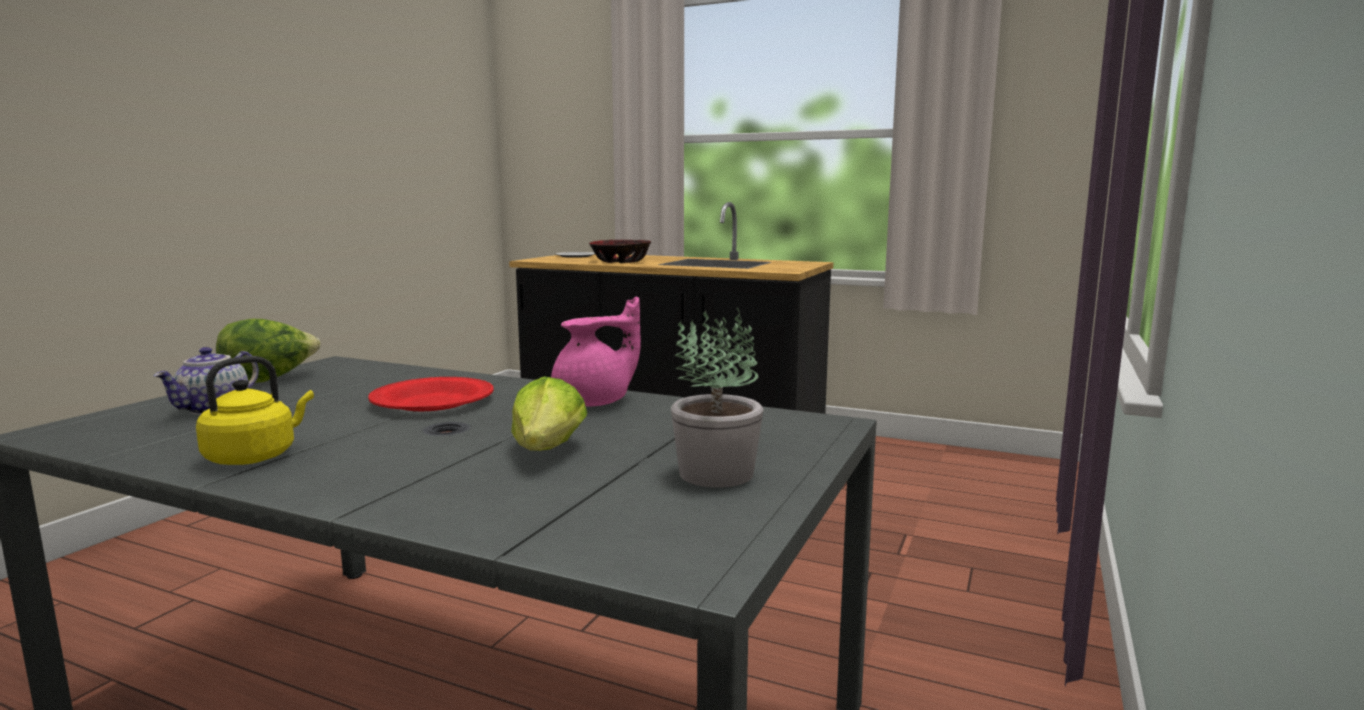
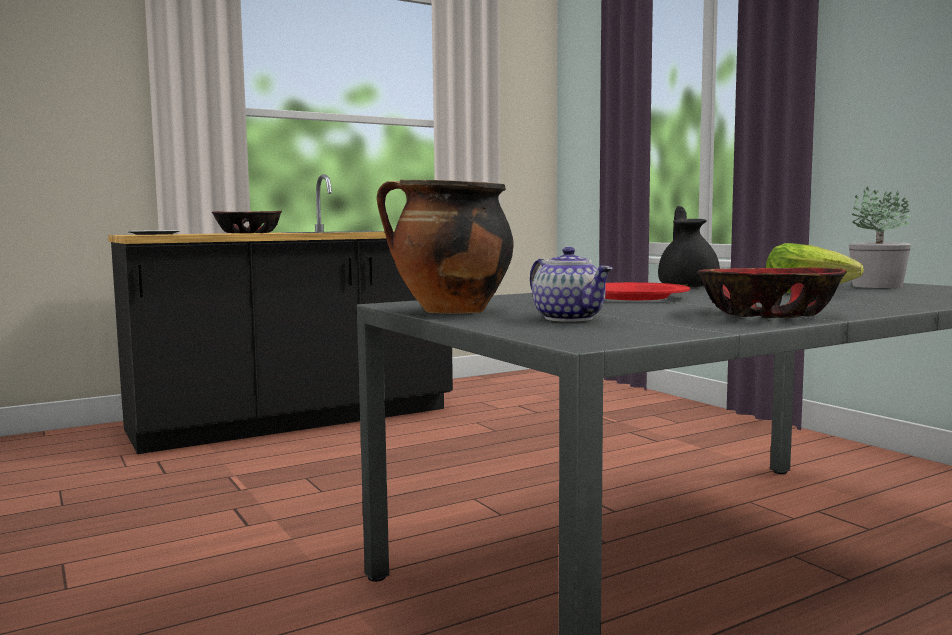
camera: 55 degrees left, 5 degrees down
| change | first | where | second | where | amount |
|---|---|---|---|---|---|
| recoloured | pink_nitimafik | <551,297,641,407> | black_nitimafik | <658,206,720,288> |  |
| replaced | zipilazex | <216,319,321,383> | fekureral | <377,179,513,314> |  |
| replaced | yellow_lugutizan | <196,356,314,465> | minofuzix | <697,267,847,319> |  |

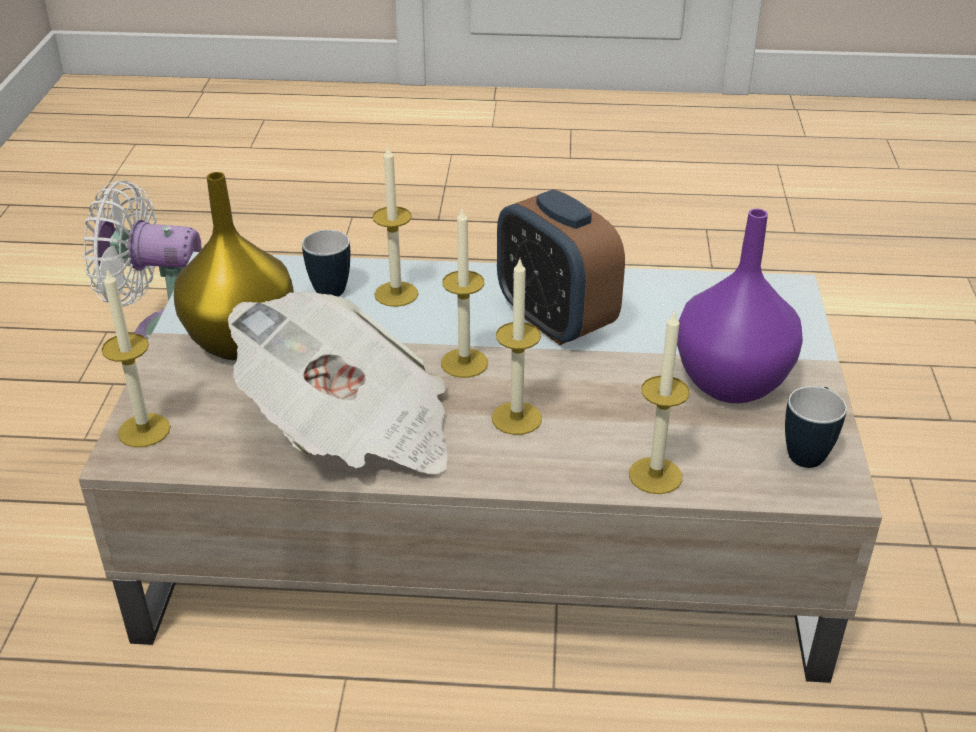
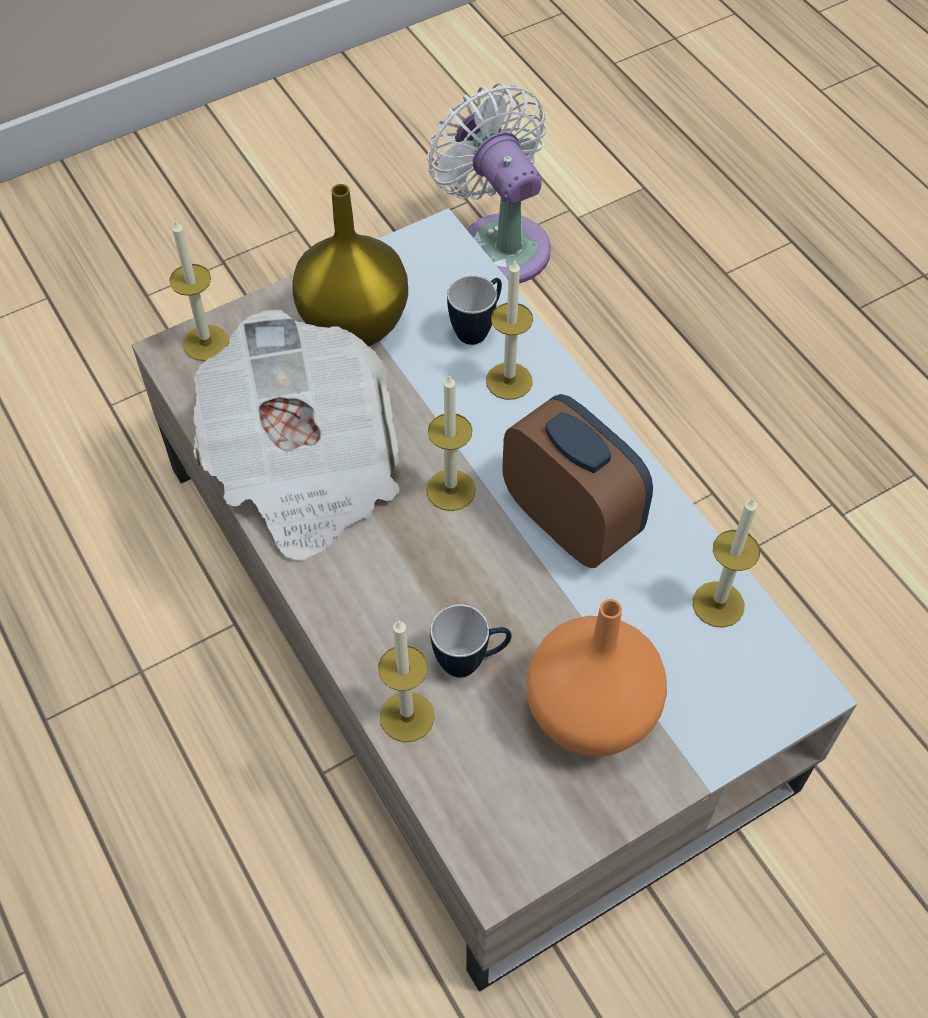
camera: 55 degrees right, 20 degrees up
| change | first | where | second | where | amount |
|---|---|---|---|---|---|
| turned | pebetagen | <497,189,625,345> |  | <502,394,653,568> | 120 degrees clockwise |
| recoloured | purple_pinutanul | <677,209,803,403> | orange_pinutanul | <527,599,667,757> |  |
| moved | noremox | <492,259,542,435> |  | <693,498,760,628> |  |
| moved | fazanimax | <785,386,847,468> |  | <430,604,512,678> |  |

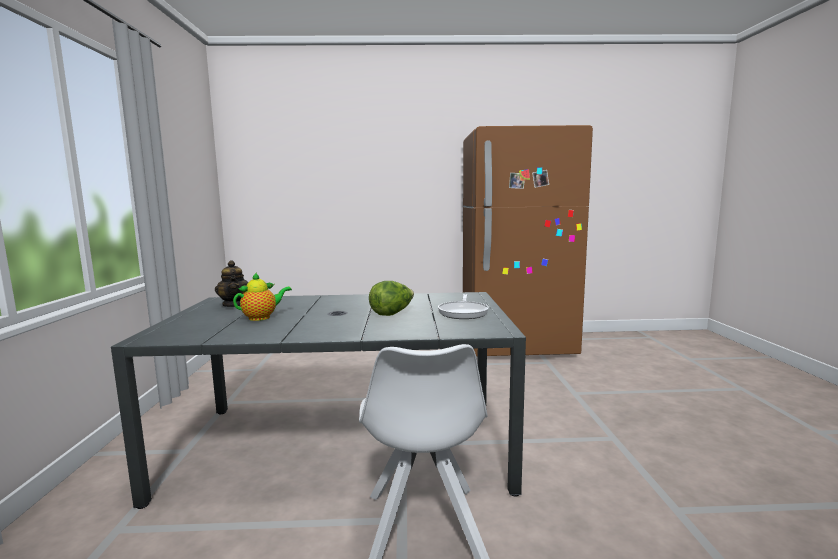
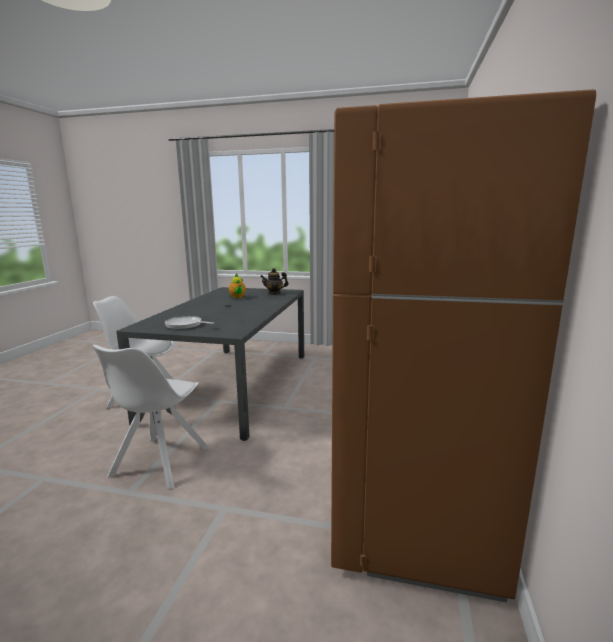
camera: 105 degrees right, 5 degrees up
| change | first | where | second | where | amount |
|---|---|---|---|---|---|
| removed | zipilazex | <369,281,414,316> |  |  |  |
| added |  |  | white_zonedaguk | <93,345,209,489> |  |

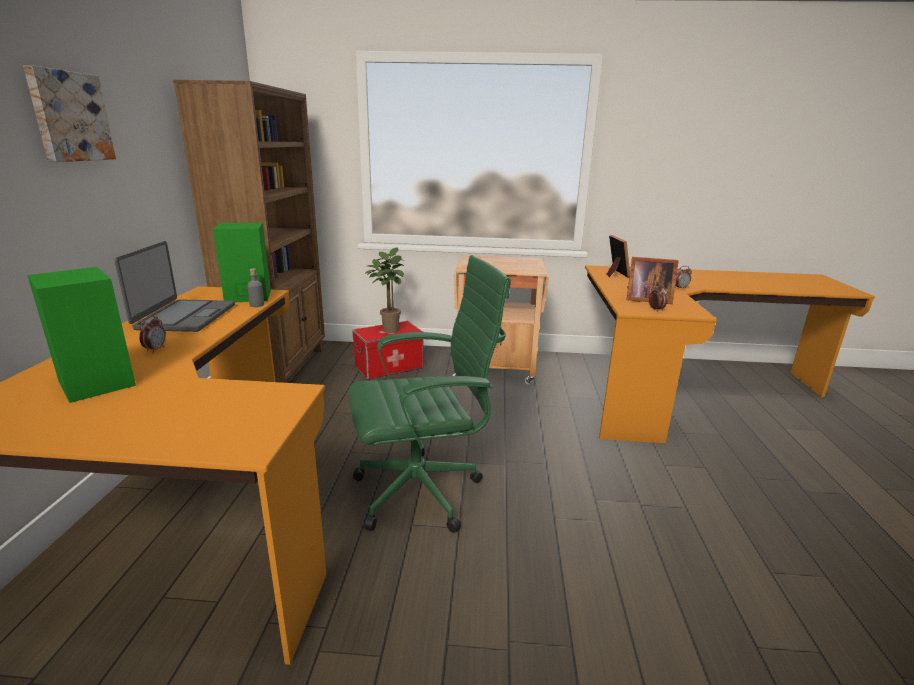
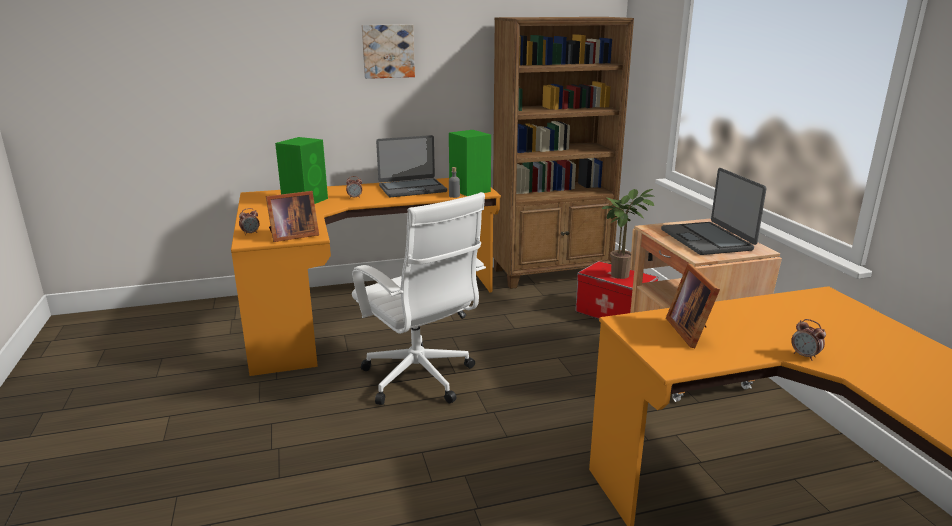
camera: 70 degrees right, 0 degrees up
| change | first | where | second | where | amount |
|---|---|---|---|---|---|
| moved | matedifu | <607,235,630,278> |  | <266,191,319,242> |  |
| recoloured | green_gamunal | <349,255,511,533> | white_gamunal | <352,192,486,405> |  |
| moved | pebetagen | <649,283,668,311> |  | <239,208,260,235> |  |
| added |  |  | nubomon | <661,168,767,255> |  |

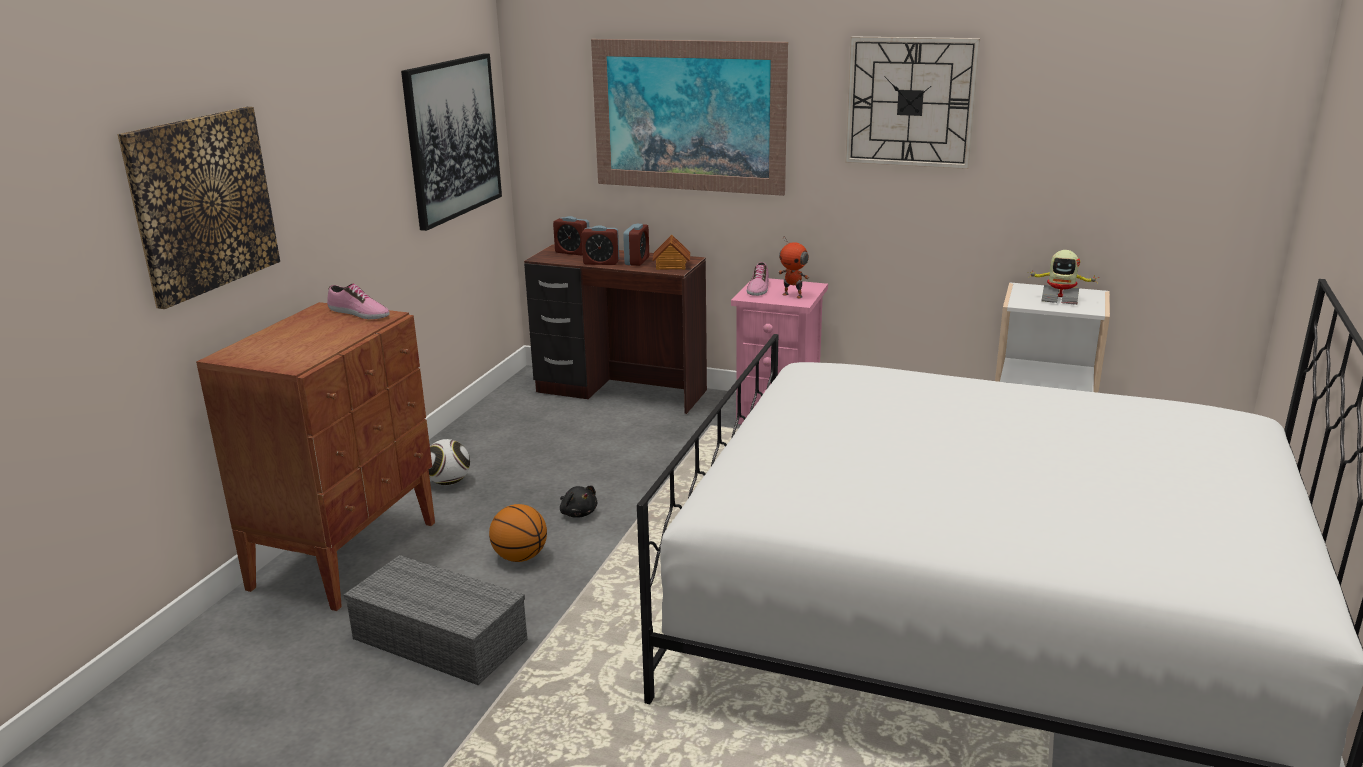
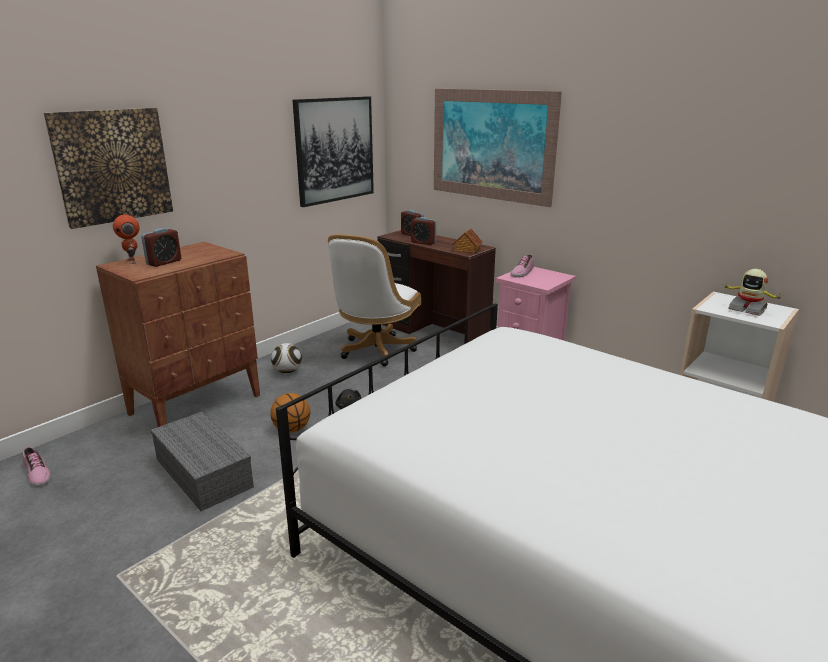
camera: 20 degrees right, 0 degrees up
| change | first | where | second | where | amount |
|---|---|---|---|---|---|
| removed | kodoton | <845,36,980,169> |  |  |  |
| moved | pebetagen | <623,224,649,266> |  | <141,228,181,267> |  |
| moved | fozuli | <778,237,809,298> |  | <113,209,139,264> |  |
| moved | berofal | <327,284,390,319> |  | <23,447,51,486> |  |
| added |  |  | white_gamunal | <328,234,421,367> |  |

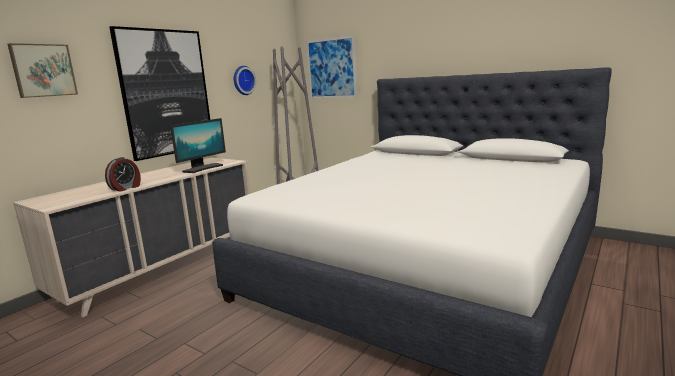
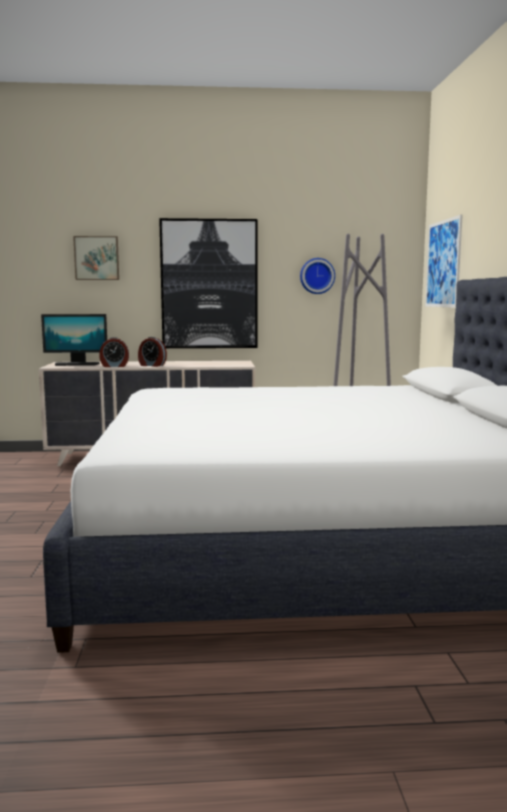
camera: 50 degrees right, 5 degrees down
| change | first | where | second | where | amount |
|---|---|---|---|---|---|
| moved | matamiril | <170,118,226,173> |  | <41,314,107,366> |  |
| added |  |  | pebetagen | <138,337,167,367> |  |

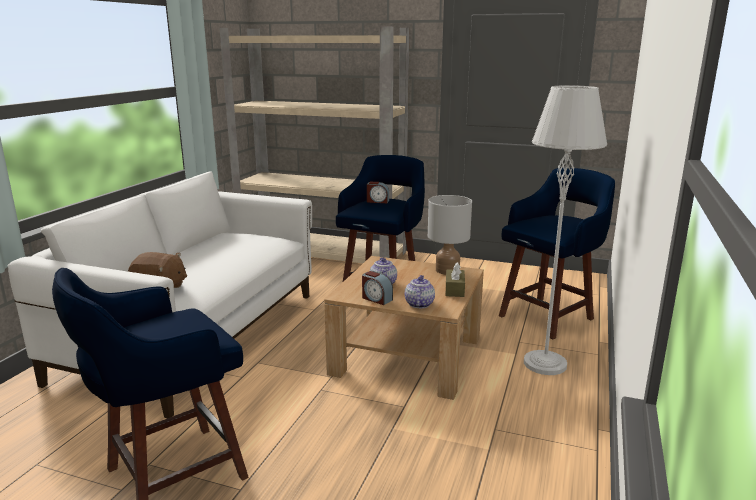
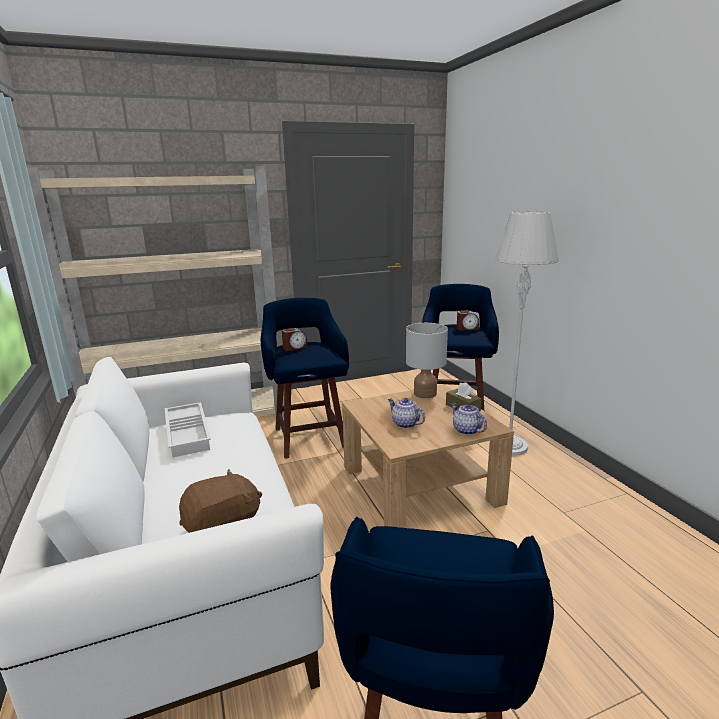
camera: 40 degrees left, 0 degrees up
| change | first | where | second | where | amount |
|---|---|---|---|---|---|
| moved | pebetagen | <362,271,393,305> |  | <457,310,479,330> |  |
| added |  |  | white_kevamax | <165,402,211,457> |  |

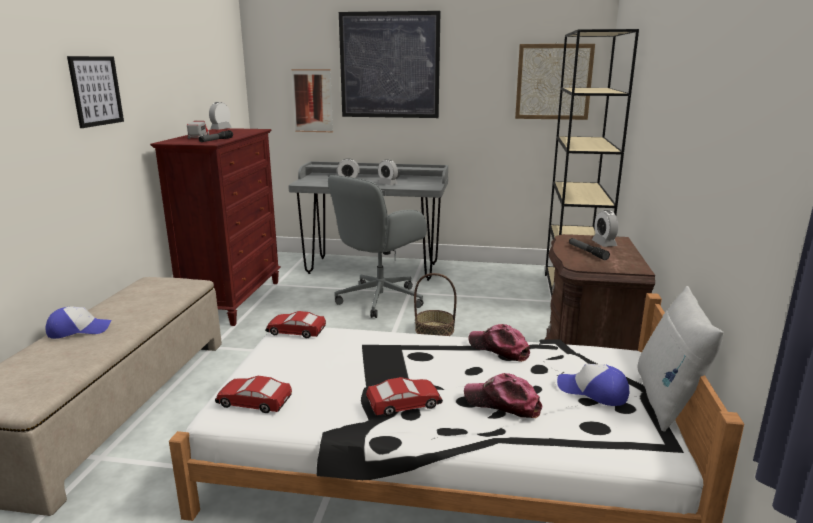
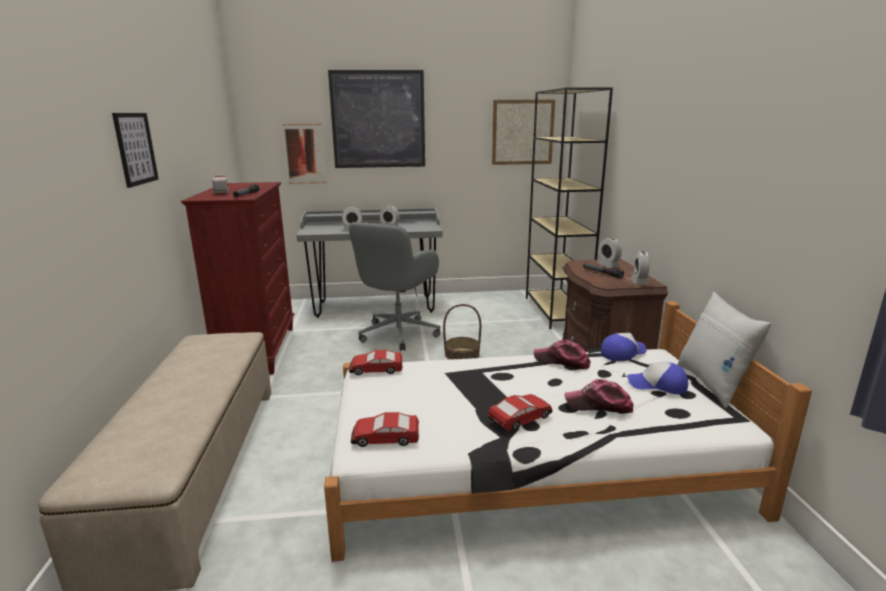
camera: 15 degrees left, 0 degrees up
| change | first | where | second | where | amount |
|---|---|---|---|---|---|
| moved | pebetagen | <209,102,232,129> |  | <631,251,650,285> |  |
| moved | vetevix | <46,306,111,339> |  | <601,333,647,361> |  |

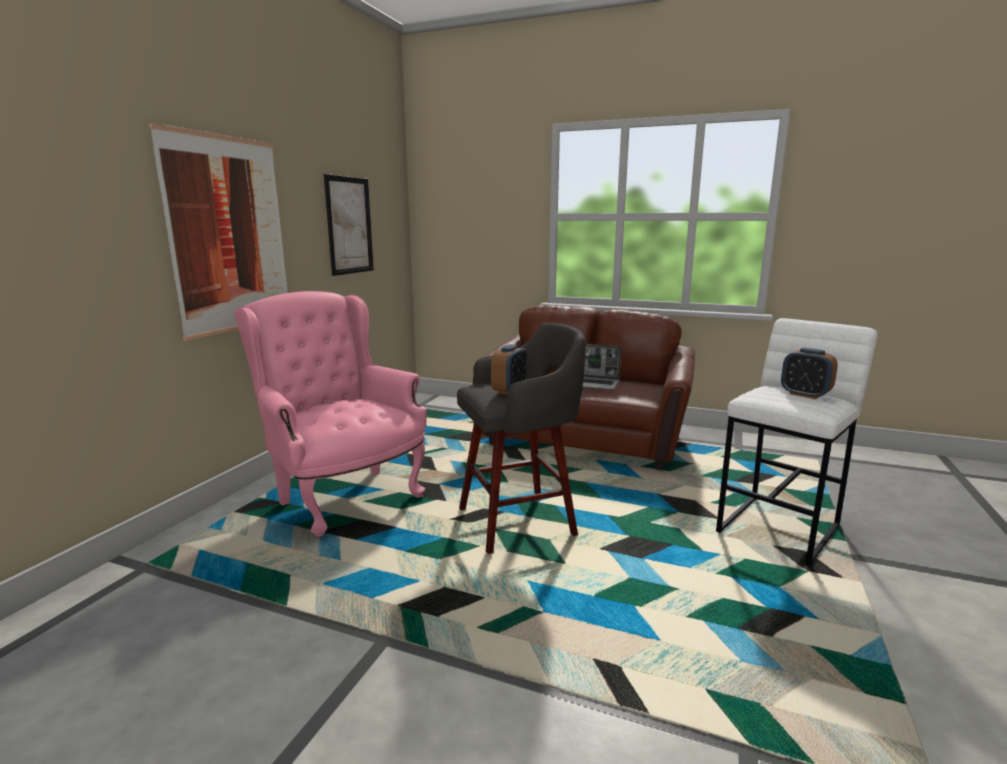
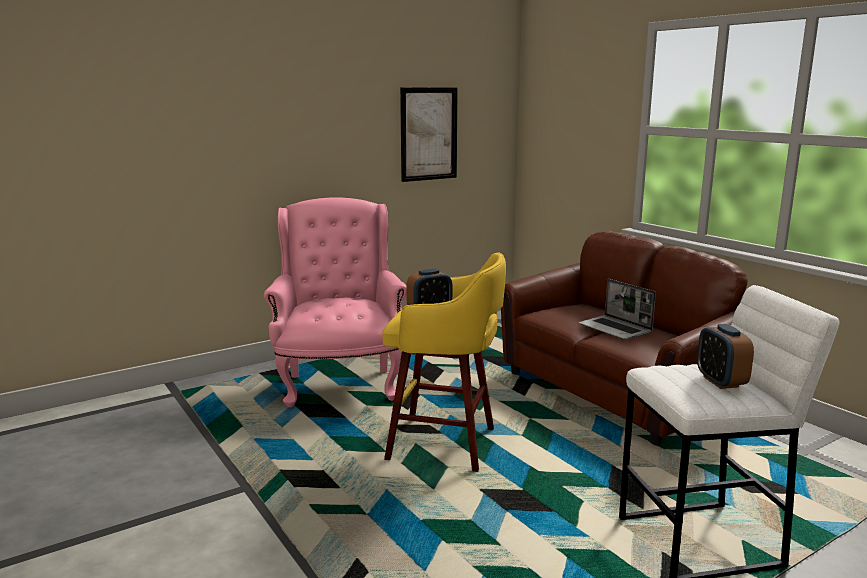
camera: 35 degrees right, 0 degrees up
| change | first | where | second | where | amount |
|---|---|---|---|---|---|
| removed | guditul | <149,123,288,341> |  |  |  |
| recoloured | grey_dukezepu | <457,323,586,554> | yellow_dukezepu | <382,253,506,472> |  |

